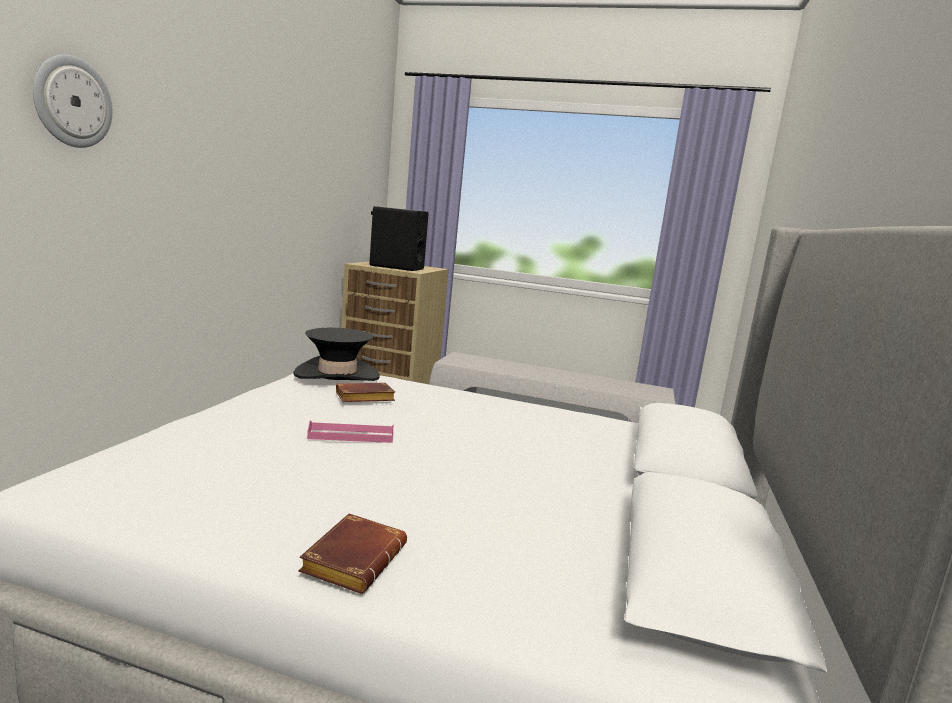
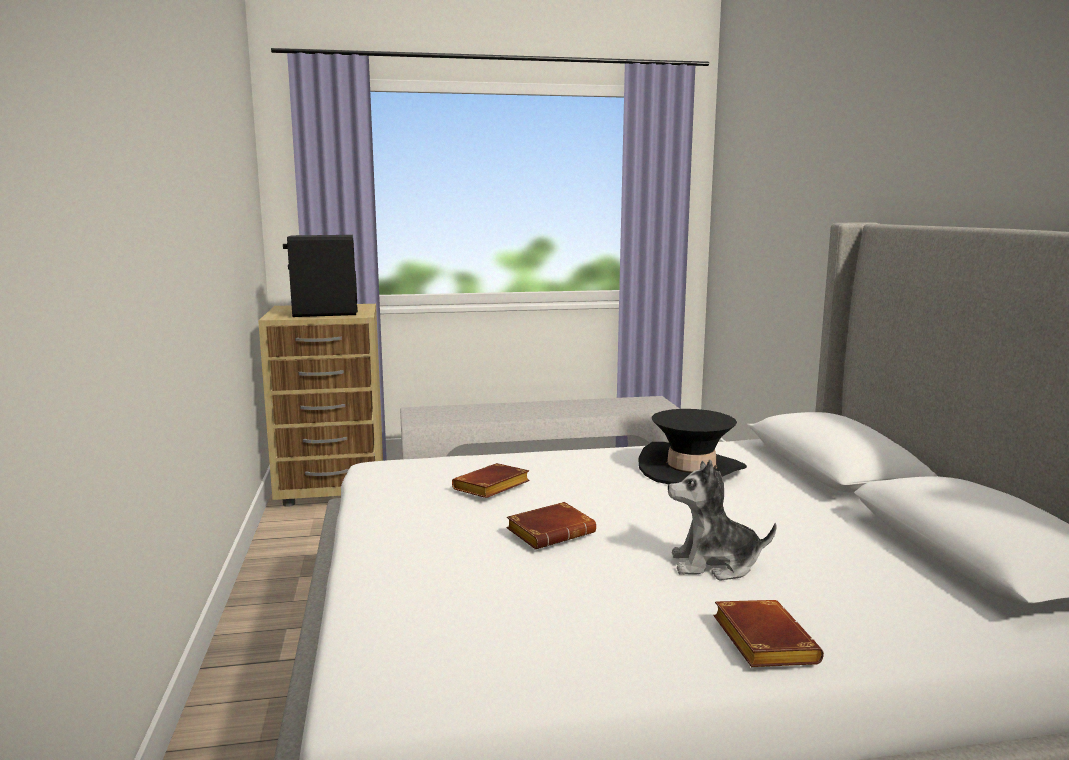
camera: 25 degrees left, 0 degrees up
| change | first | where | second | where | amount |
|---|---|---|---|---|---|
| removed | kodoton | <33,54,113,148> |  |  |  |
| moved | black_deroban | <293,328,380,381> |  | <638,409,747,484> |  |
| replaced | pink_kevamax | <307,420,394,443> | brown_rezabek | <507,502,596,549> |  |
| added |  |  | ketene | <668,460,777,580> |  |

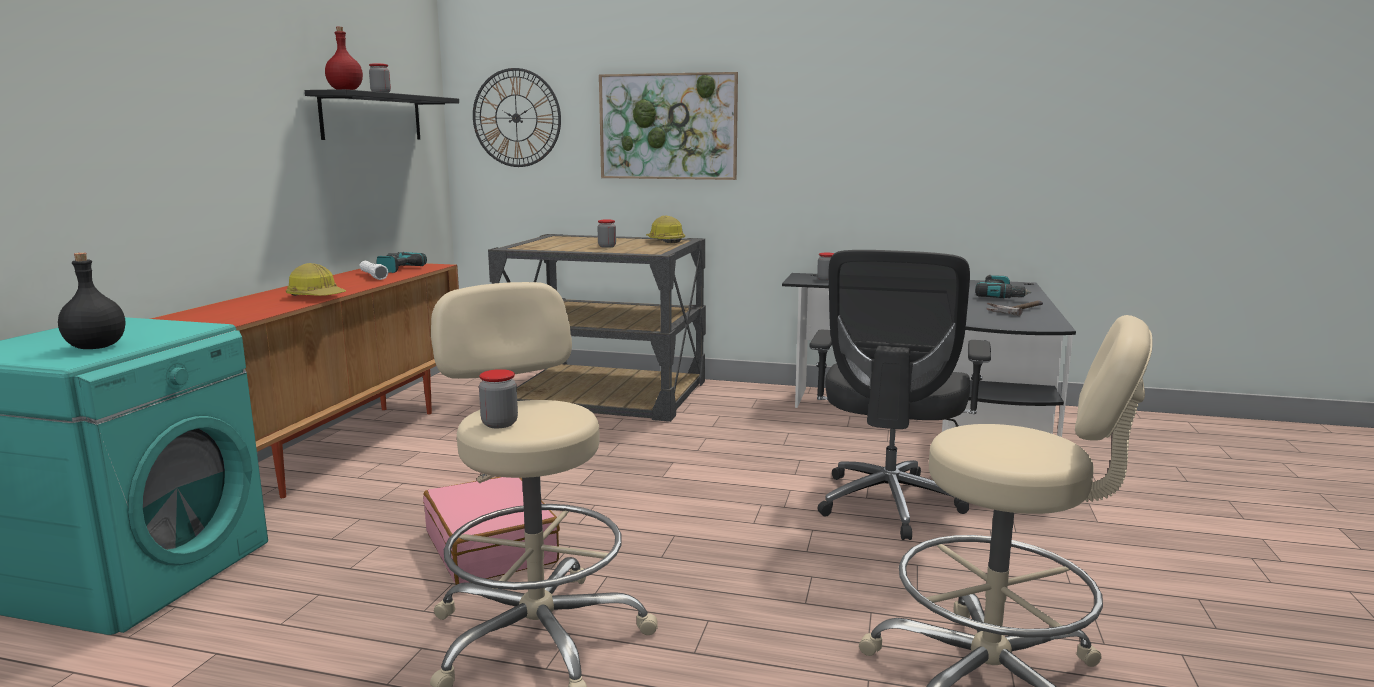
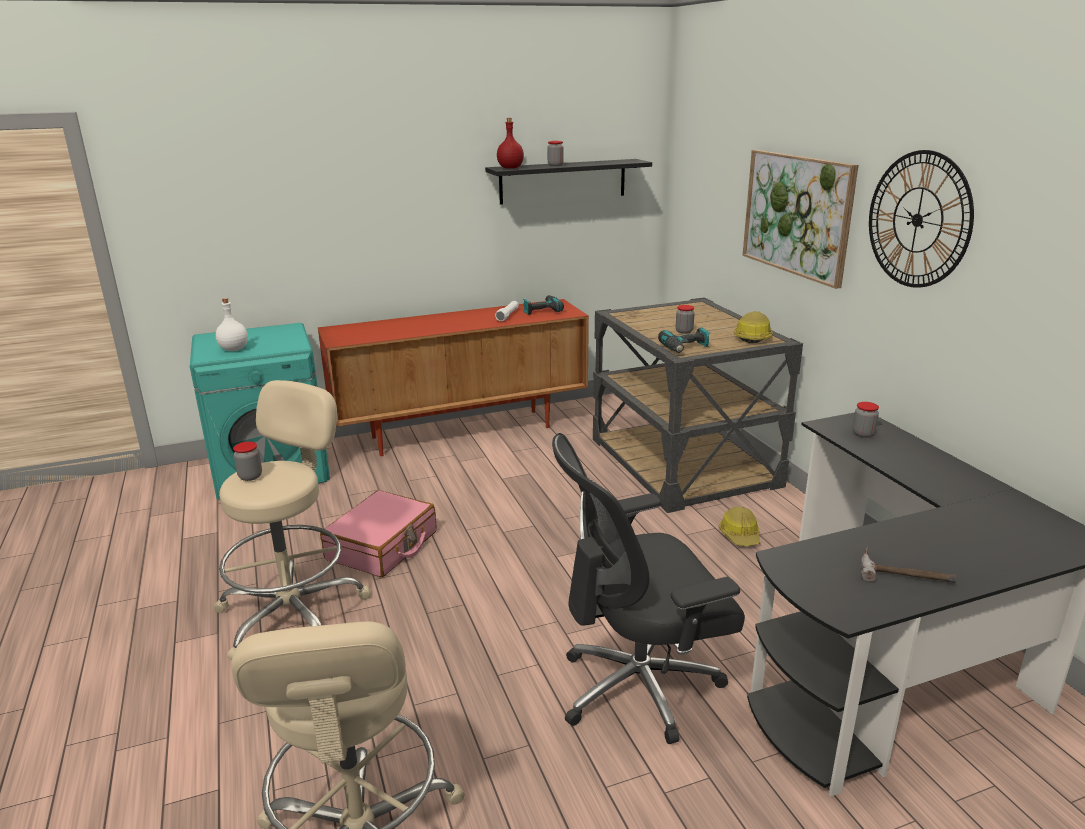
camera: 55 degrees right, 10 degrees up
| change | first | where | second | where | amount |
|---|---|---|---|---|---|
| moved | kodoton | <473,68,561,167> |  | <869,150,974,288> |  |
| recoloured | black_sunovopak | <58,253,125,349> | white_sunovopak | <216,298,248,351> |  |
| moved | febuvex | <286,263,346,296> |  | <719,507,760,546> |  |
| moved | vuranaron | <975,275,1032,298> |  | <658,327,710,353> |  |

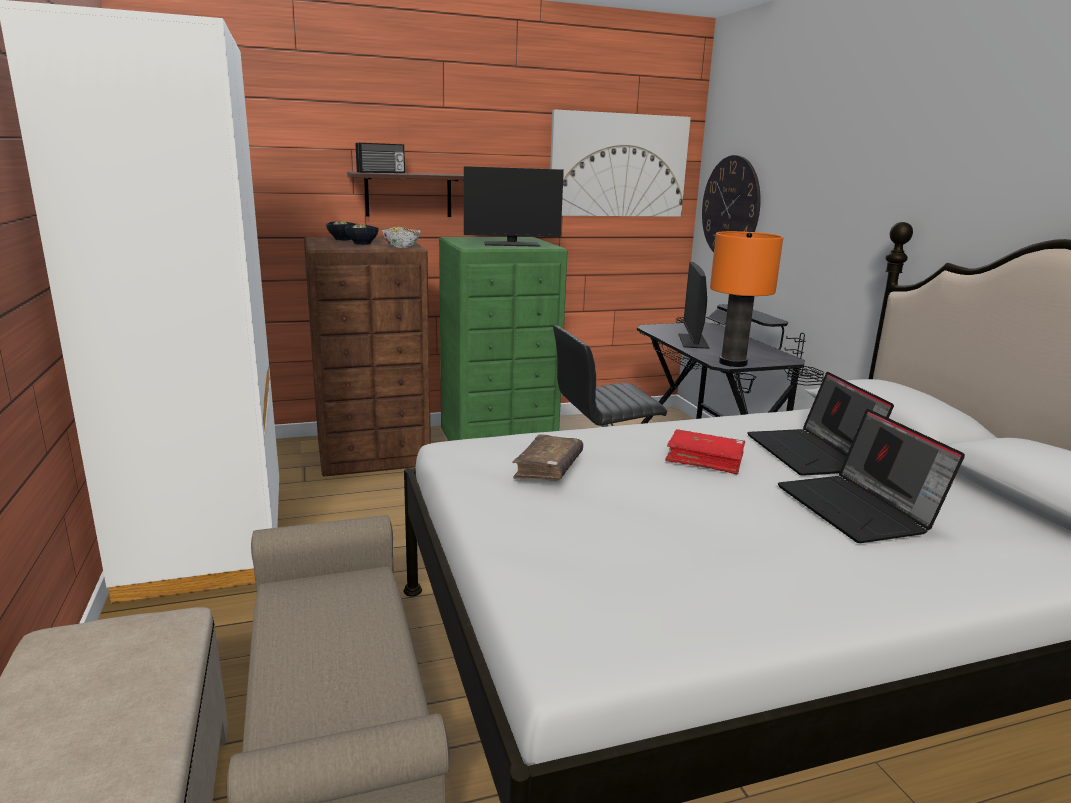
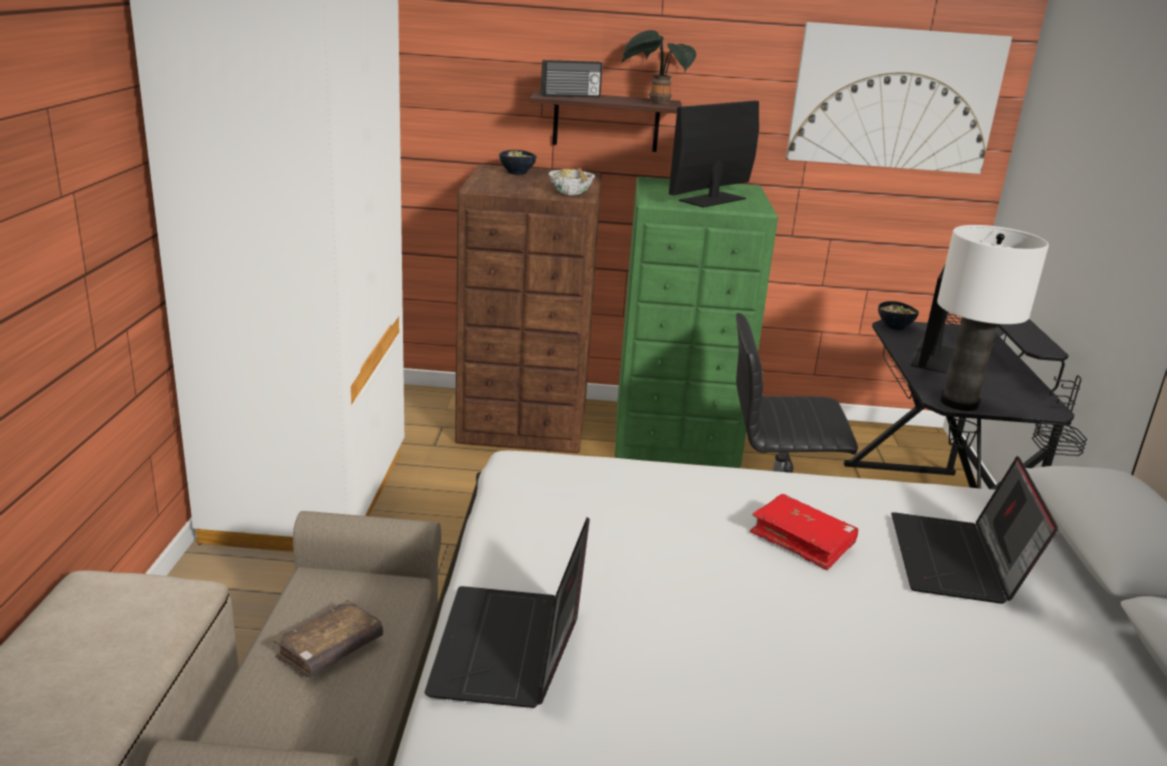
camera: 20 degrees right, 5 degrees up
| change | first | where | second | where | amount |
|---|---|---|---|---|---|
| removed | kodoton | <702,155,761,252> |  |  |  |
| turned | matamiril | <464,166,564,247> |  | <669,101,759,208> | 120 degrees clockwise |
| moved | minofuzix | <345,224,379,245> |  | <878,301,919,330> |  |
| recoloured | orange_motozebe | <710,231,783,367> | white_motozebe | <937,225,1049,411> |  |
| moved | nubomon | <778,409,965,543> |  | <424,517,590,708> |  |
| moved | brown_rezabek | <512,434,583,480> |  | <273,599,383,677> |  |
| added |  |  | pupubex | <621,30,696,104> |  |

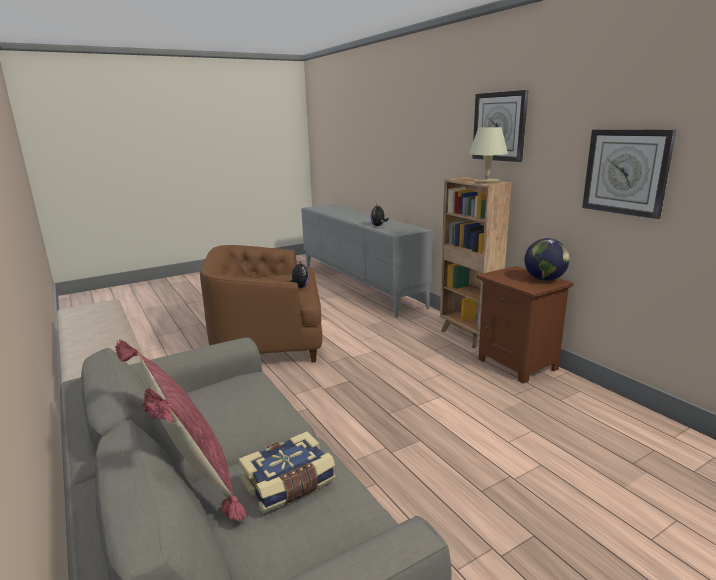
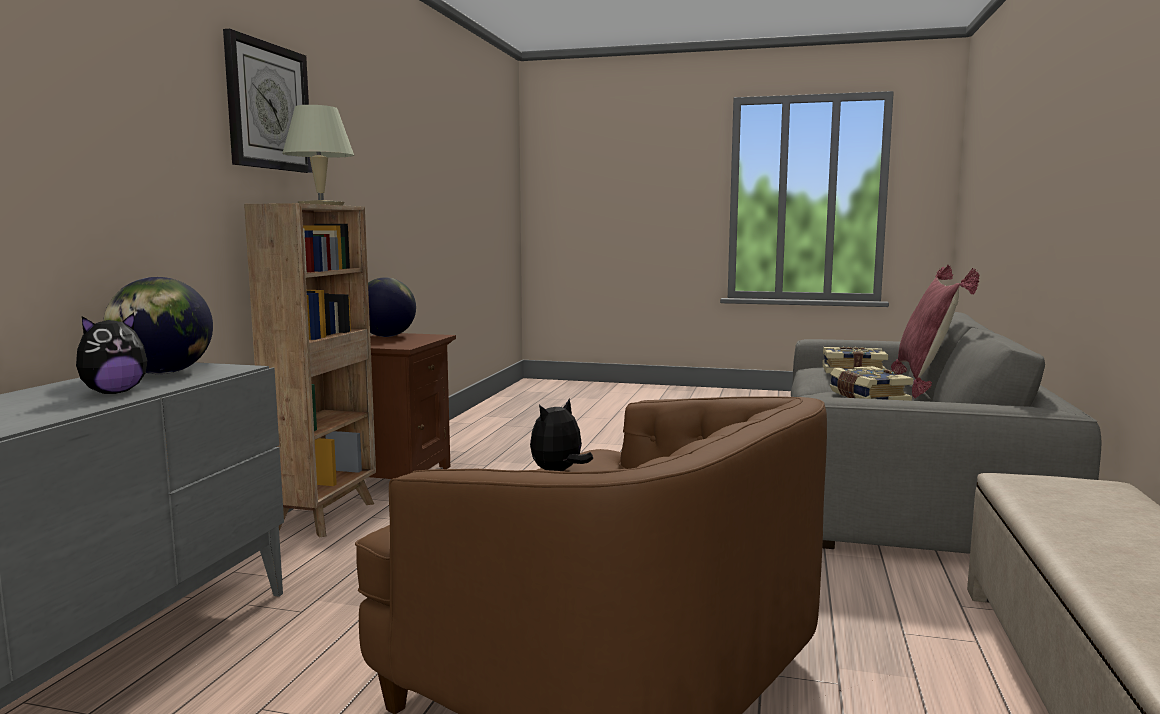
camera: 135 degrees left, 10 degrees down
| change | first | where | second | where | amount |
|---|---|---|---|---|---|
| removed | kodoton | <582,129,676,219> |  |  |  |
| added |  |  | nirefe | <103,277,213,374> |  |
| added |  |  | rezabek | <830,366,913,401> |  |

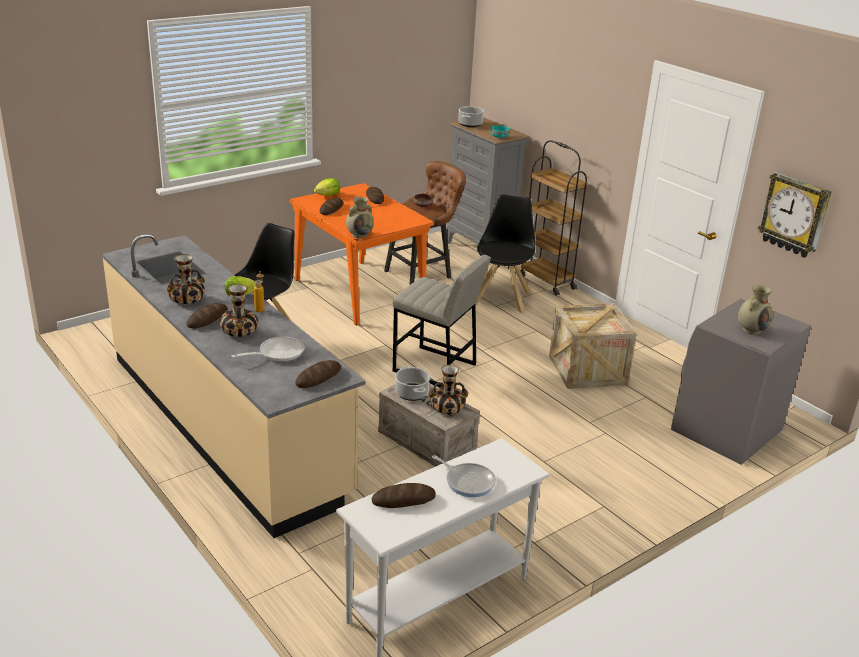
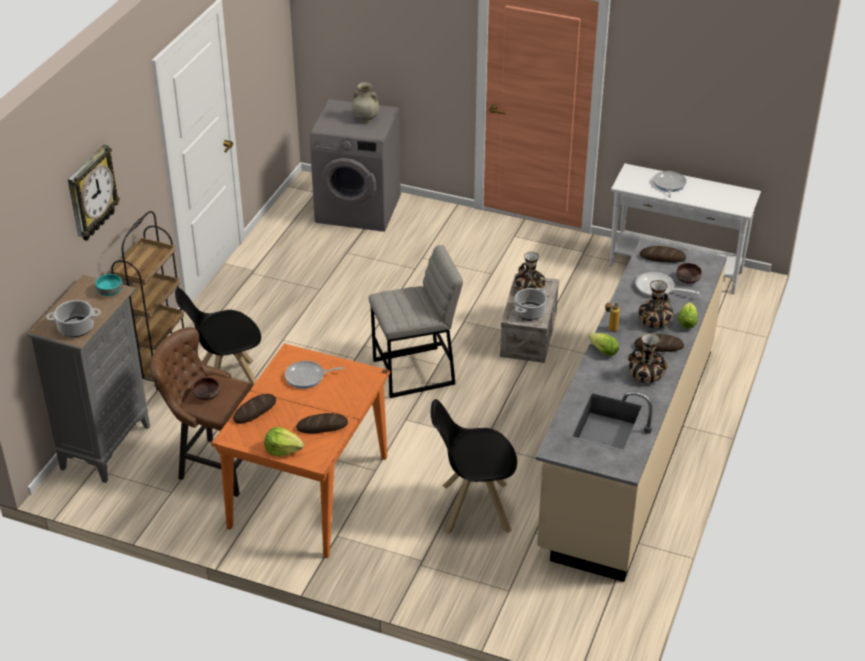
camera: 120 degrees left, 10 degrees up
| change | first | where | second | where | amount |
|---|---|---|---|---|---|
| moved | kodoton | <758,172,832,258> |  | <68,145,120,241> |  |
| removed | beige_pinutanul | <346,197,374,238> |  |  |  |
| turned | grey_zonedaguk | <393,255,491,387> |  | <369,245,463,398> | 75 degrees clockwise |
| removed | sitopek | <549,303,637,389> |  |  |  |
| removed | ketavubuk | <372,483,436,508> |  |  |  |
| added |  |  | brown_minofuzix | <676,263,702,284> |  |
| added |  |  | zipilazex | <678,302,698,329> |  |
| added |  |  | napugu | <285,361,343,389> |  |

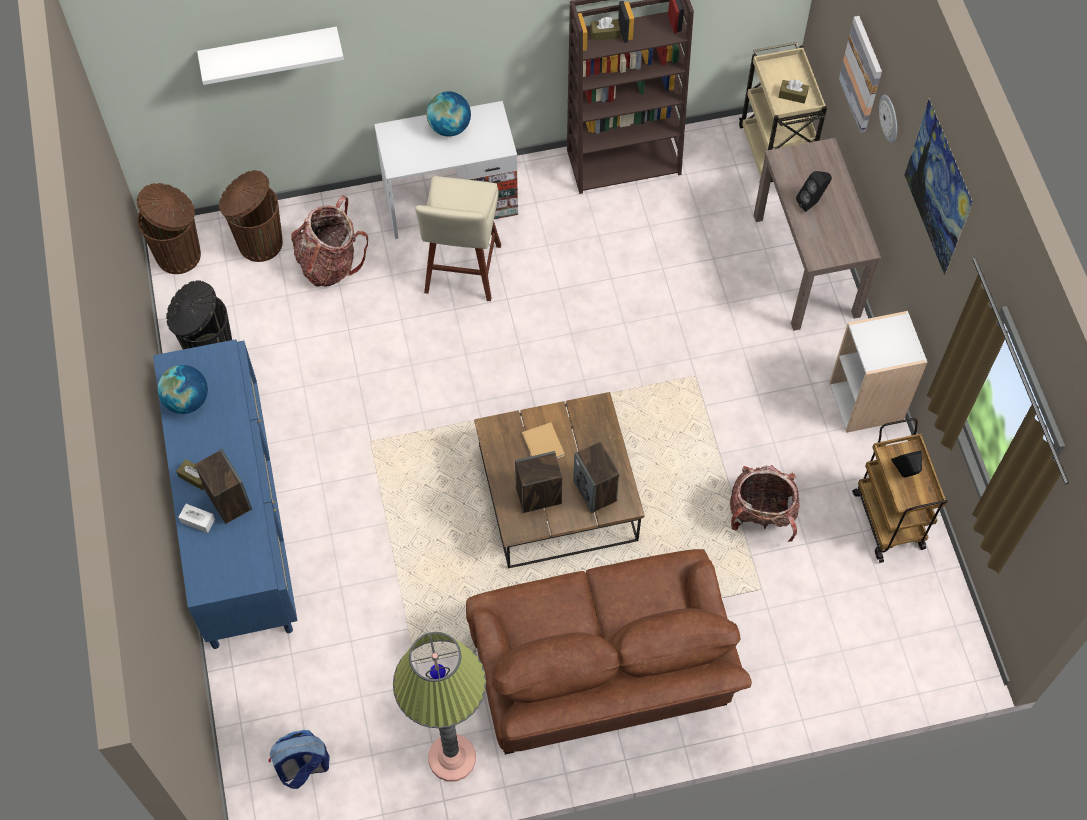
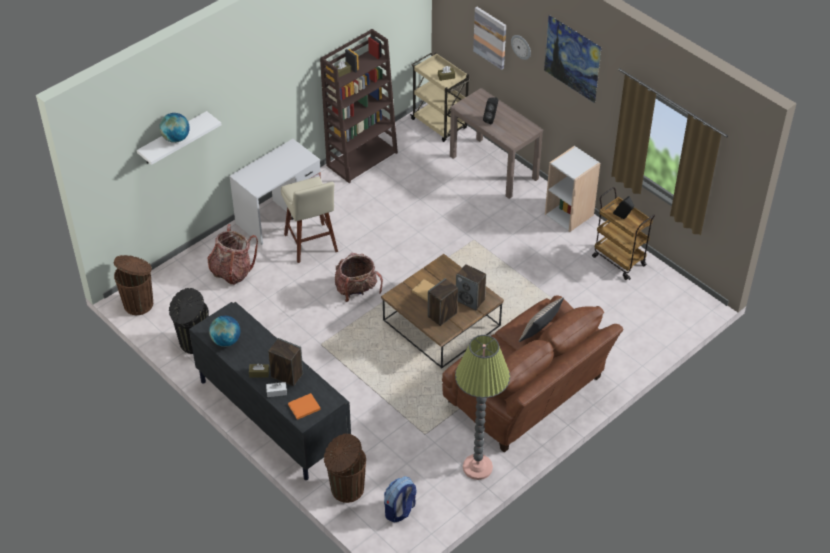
camera: 30 degrees left, 15 degrees down
| change | first | where | second | where | amount |
|---|---|---|---|---|---|
| moved | nirefe | <426,91,471,137> |  | <159,113,190,143> |  |
| moved | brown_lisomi | <219,170,283,262> |  | <324,434,366,503> |  |
| recoloured | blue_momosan | <153,339,297,649> | black_momosan | <189,302,351,480> |  |
| moved | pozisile | <730,465,800,542> |  | <335,253,383,302> |  |
| added |  |  | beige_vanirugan | <519,297,564,342> |  |
| added |  |  | orange_rezabek | <288,393,321,420> |  |

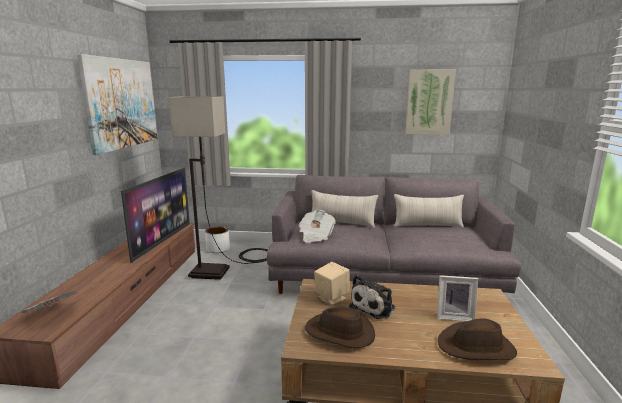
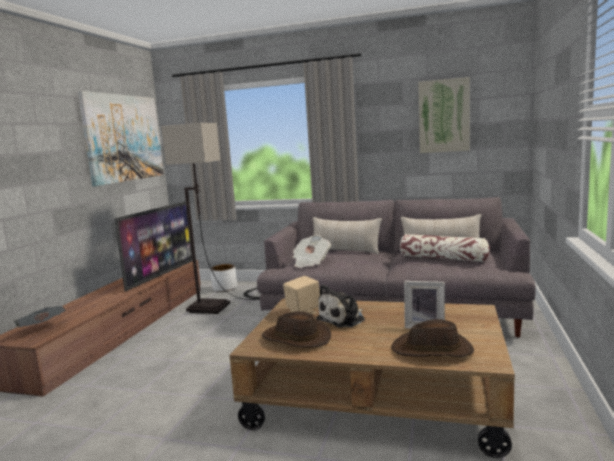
camera: 10 degrees right, 5 degrees down
| change | first | where | second | where | amount |
|---|---|---|---|---|---|
| added |  |  | vanirugan | <400,234,490,262> |  |

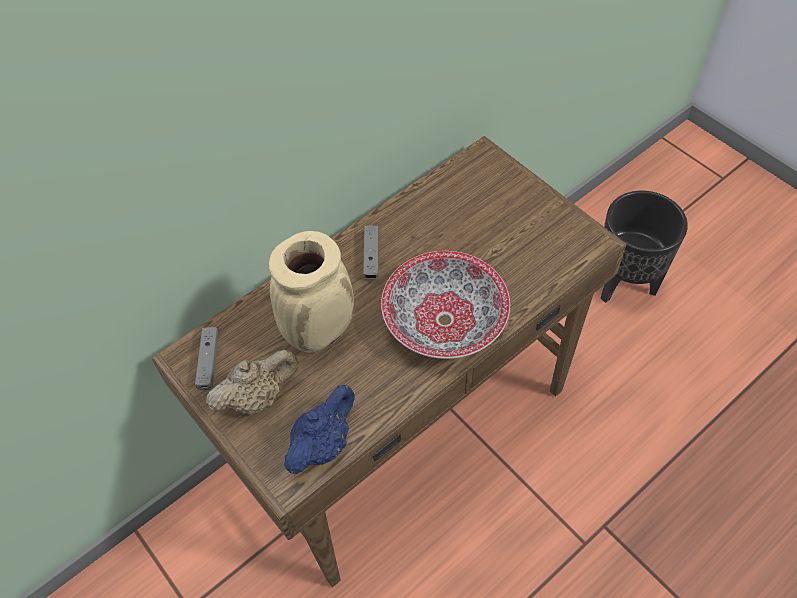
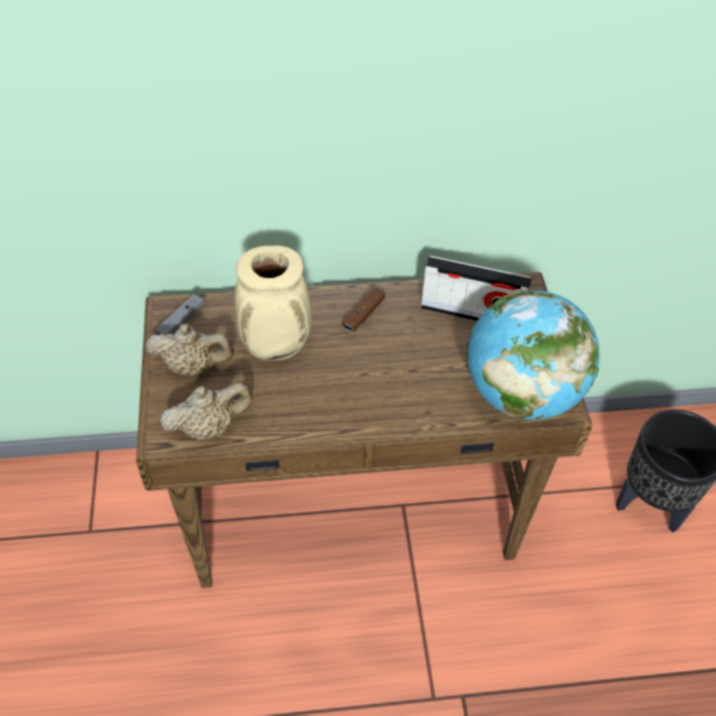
camera: 30 degrees right, 5 degrees down
| change | first | where | second | where | amount |
|---|---|---|---|---|---|
| recoloured | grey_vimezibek | <363,225,379,279> | brown_vimezibek | <342,287,385,332> |  |
| removed | minofuzix | <381,251,510,359> |  |  |  |
| recoloured | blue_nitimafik | <284,385,355,474> | beige_nitimafik | <160,383,253,440> |  |
| added |  |  | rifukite | <420,256,531,321> |  |
| added |  |  | nirefe | <467,290,600,420> |  |

